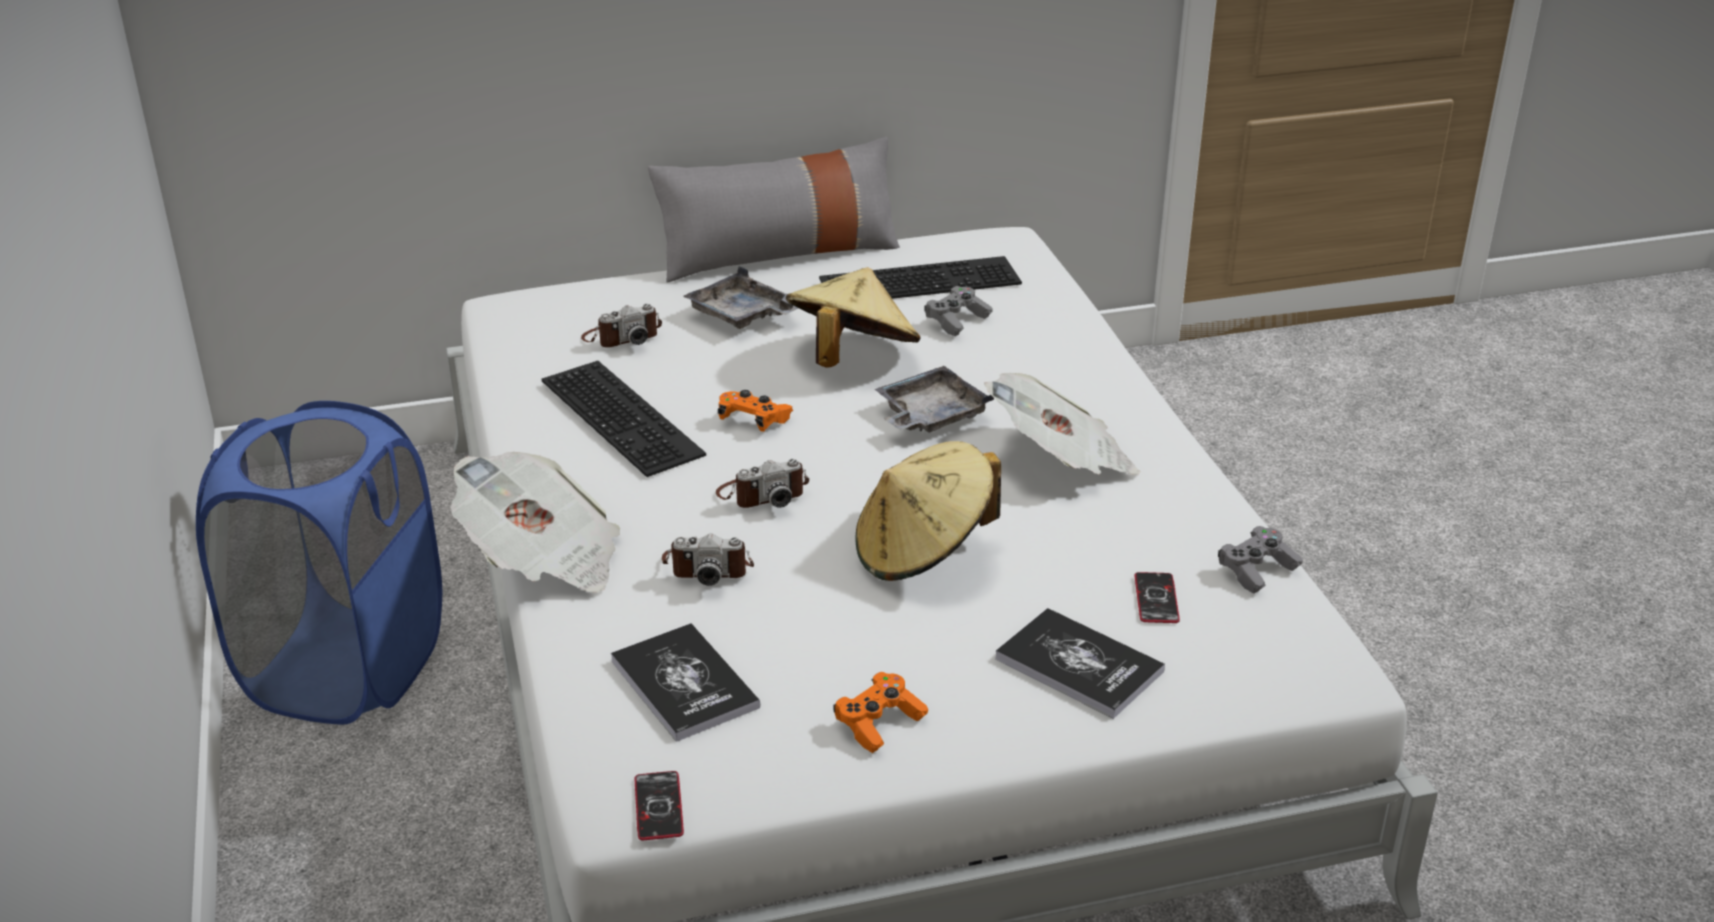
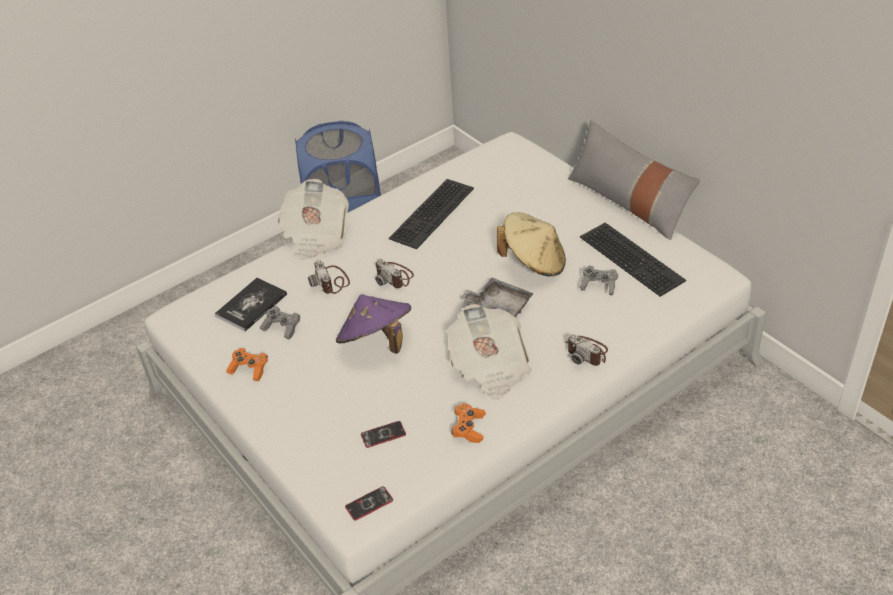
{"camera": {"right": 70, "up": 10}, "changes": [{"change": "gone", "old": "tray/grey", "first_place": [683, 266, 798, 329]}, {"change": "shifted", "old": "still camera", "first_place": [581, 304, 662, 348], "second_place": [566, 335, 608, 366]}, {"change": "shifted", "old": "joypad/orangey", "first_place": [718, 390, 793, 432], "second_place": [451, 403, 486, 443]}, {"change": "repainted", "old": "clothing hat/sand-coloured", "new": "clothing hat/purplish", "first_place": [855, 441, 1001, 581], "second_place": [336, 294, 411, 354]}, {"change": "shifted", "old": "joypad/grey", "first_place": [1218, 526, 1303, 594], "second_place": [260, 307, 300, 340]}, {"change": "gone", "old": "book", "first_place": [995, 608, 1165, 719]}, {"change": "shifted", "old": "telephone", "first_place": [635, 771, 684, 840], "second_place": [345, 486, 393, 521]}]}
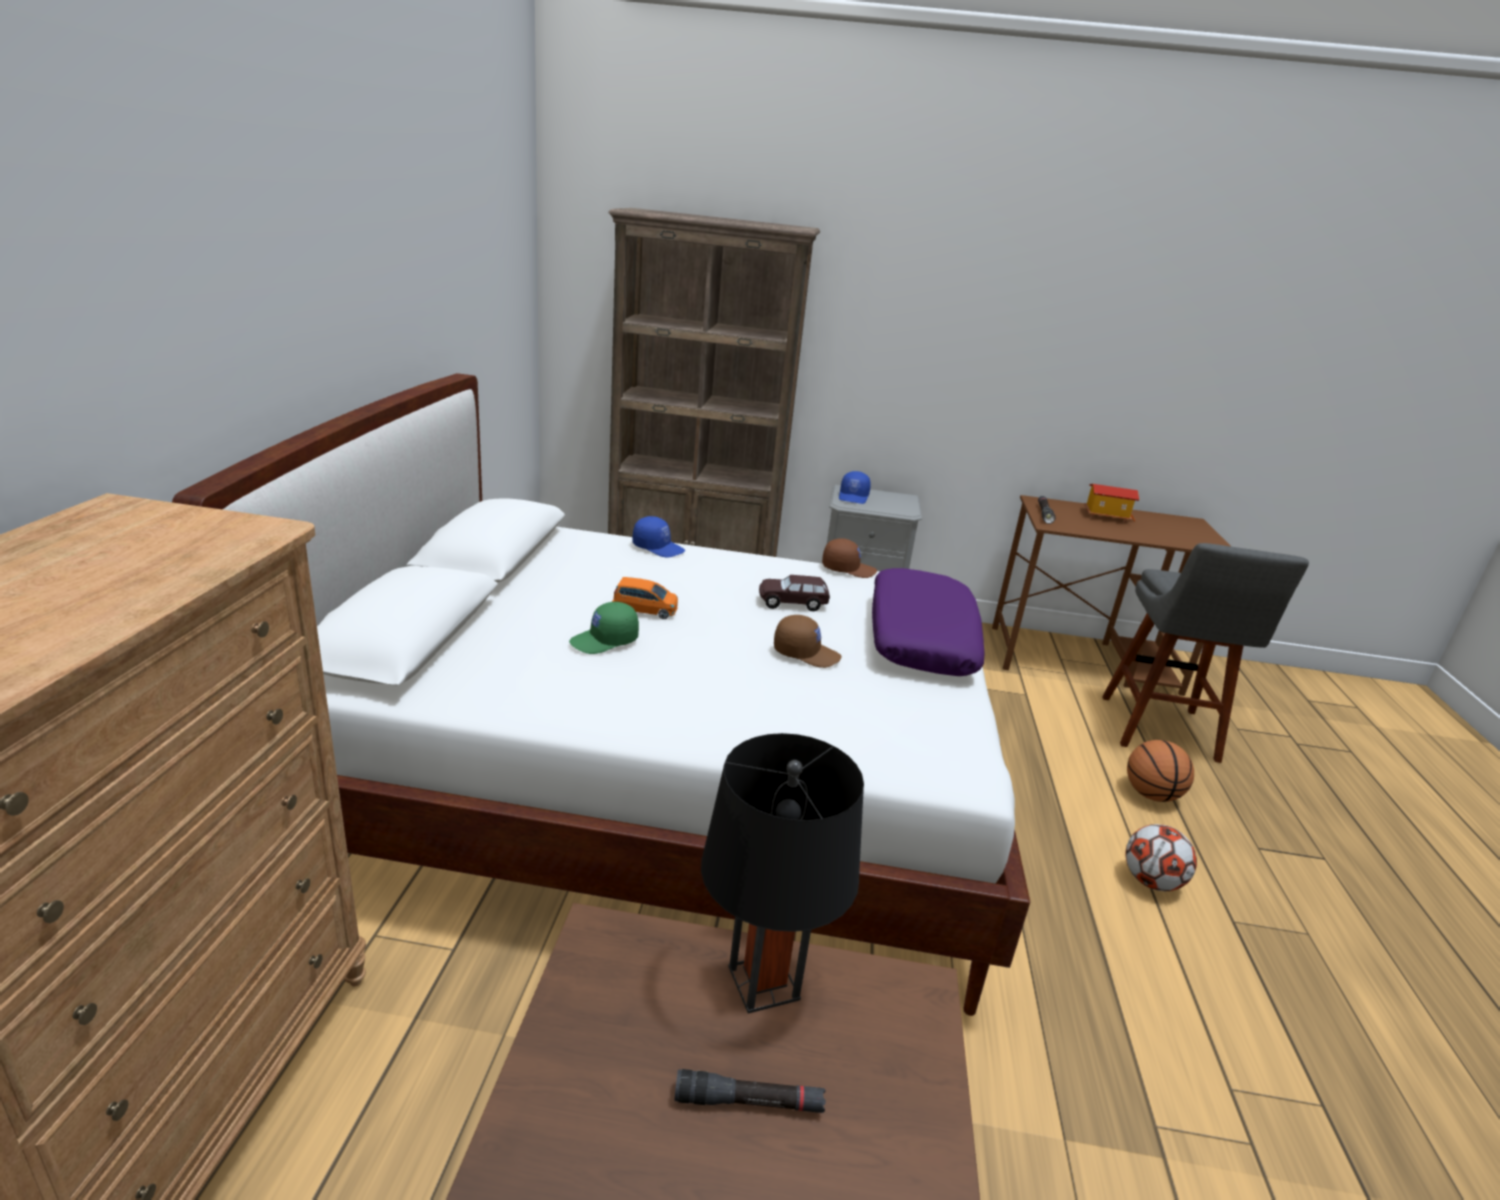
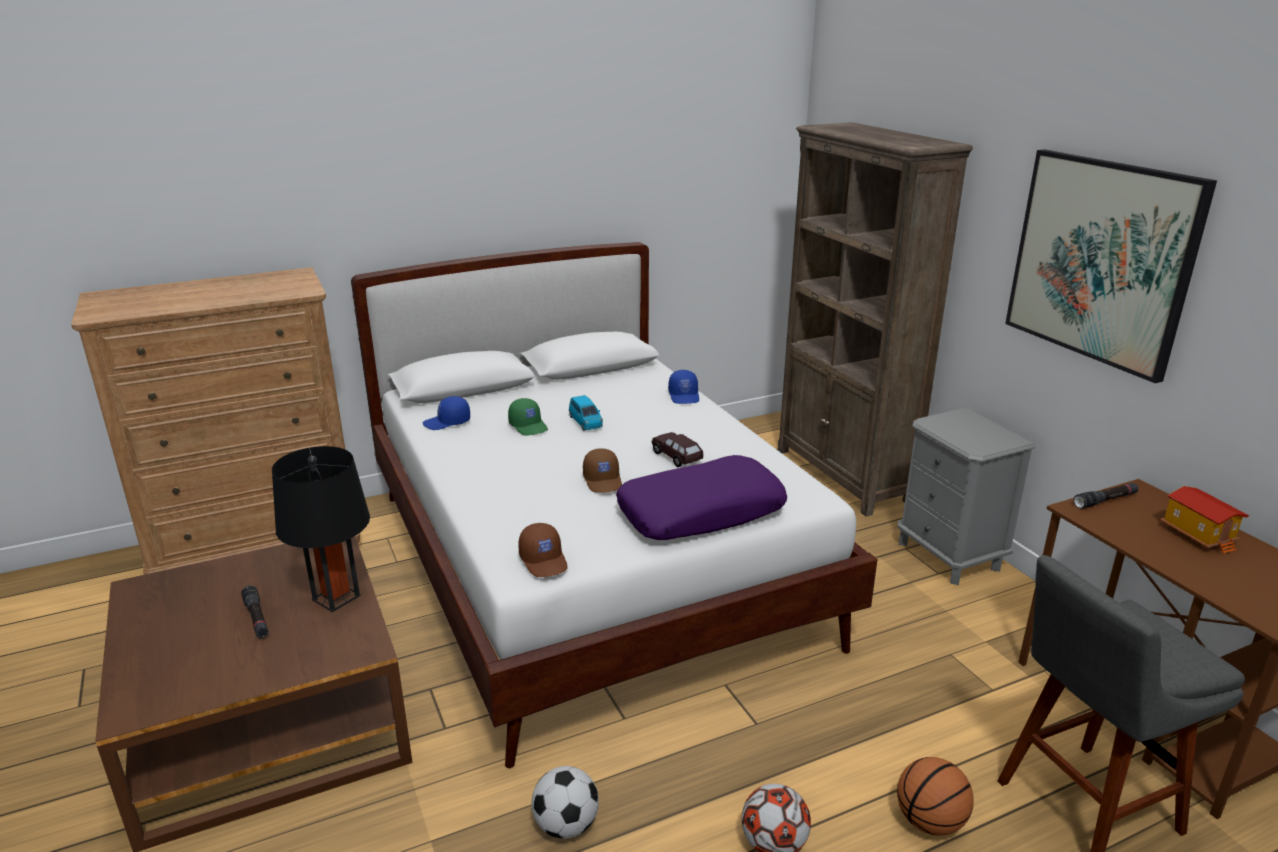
{"camera": {"right": 60, "up": 0}, "changes": [{"change": "shifted", "old": "baseball cap/blue", "first_place": [839, 471, 871, 504], "second_place": [423, 396, 470, 430]}, {"change": "shifted", "old": "baseball cap/brownish", "first_place": [822, 538, 877, 578], "second_place": [518, 523, 568, 577]}, {"change": "repainted", "old": "miniature car/orangey", "new": "miniature car/blue", "first_place": [612, 577, 678, 619], "second_place": [569, 395, 603, 431]}, {"change": "rotated", "old": "baseball cap/green-coloured", "first_place": [569, 602, 639, 654], "second_place": [508, 398, 548, 436], "degrees": -150}, {"change": "new", "new": "wall picture", "second_place": [1005, 149, 1217, 383]}, {"change": "new", "new": "ball for football", "second_place": [532, 766, 599, 839]}]}
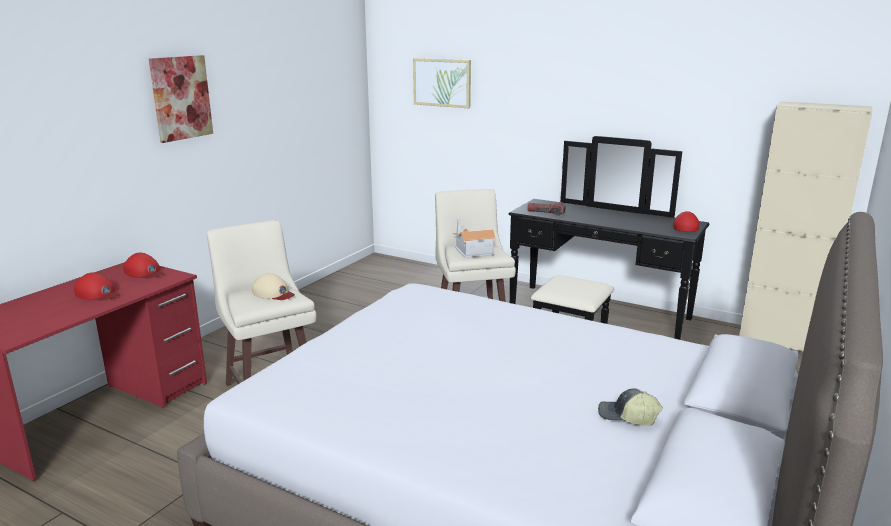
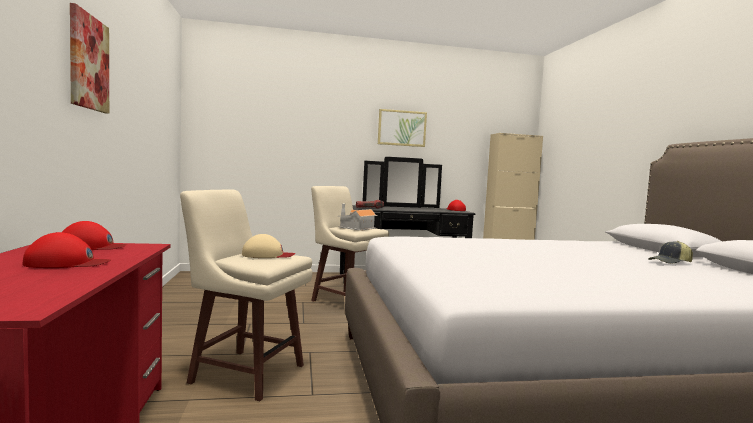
{"camera": {"right": -40, "up": -15}, "changes": [{"change": "shifted", "old": "wall picture", "first_place": [413, 58, 471, 108], "second_place": [378, 109, 427, 147]}]}
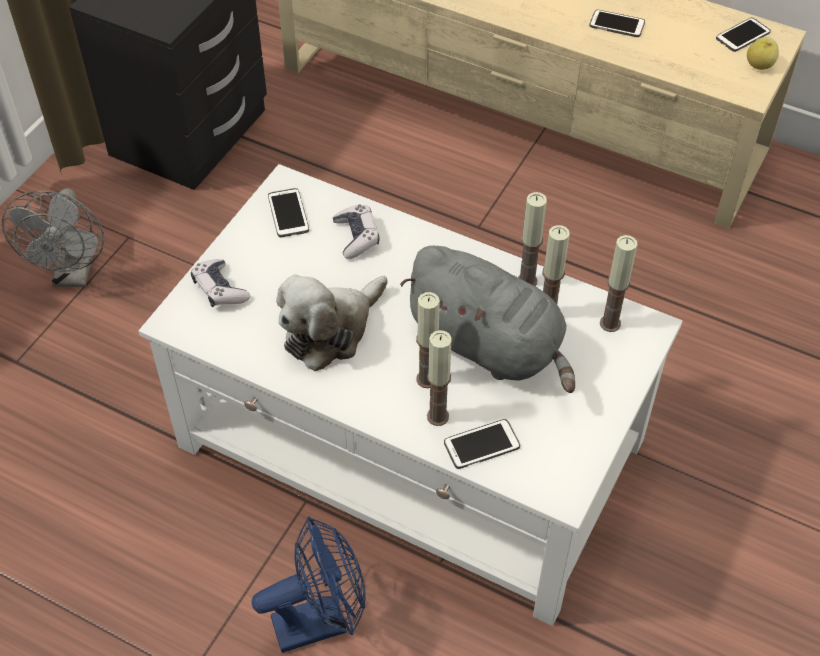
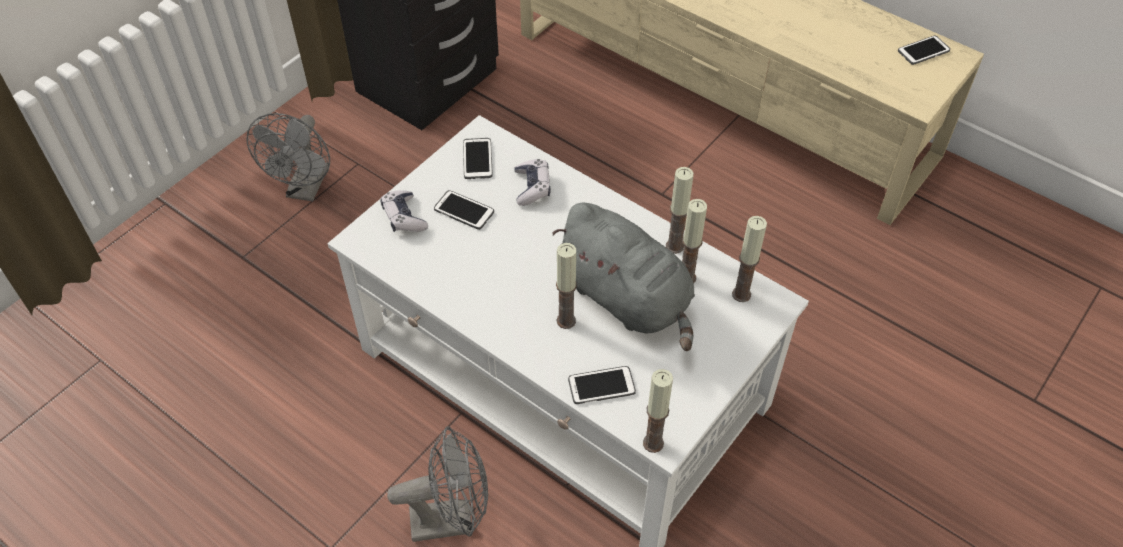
{"camera": {"right": 10, "up": 0}, "changes": [{"change": "shifted", "old": "telephone", "first_place": [589, 9, 645, 37], "second_place": [434, 190, 494, 230]}, {"change": "gone", "old": "whole apple", "first_place": [747, 37, 779, 70]}, {"change": "gone", "old": "soft toy", "first_place": [276, 275, 388, 371]}, {"change": "shifted", "old": "wax light", "first_place": [427, 330, 452, 426], "second_place": [643, 369, 673, 453]}, {"change": "repainted", "old": "cooling fan/blue", "new": "cooling fan/grey", "first_place": [252, 517, 366, 653], "second_place": [387, 427, 488, 542]}]}
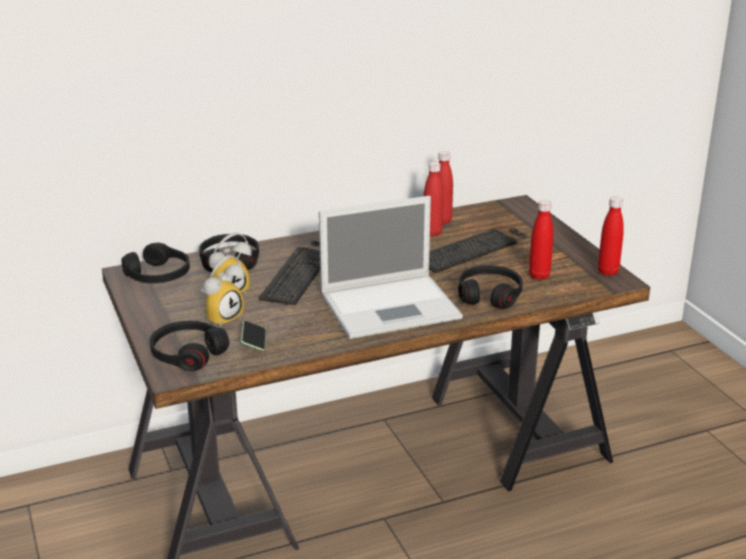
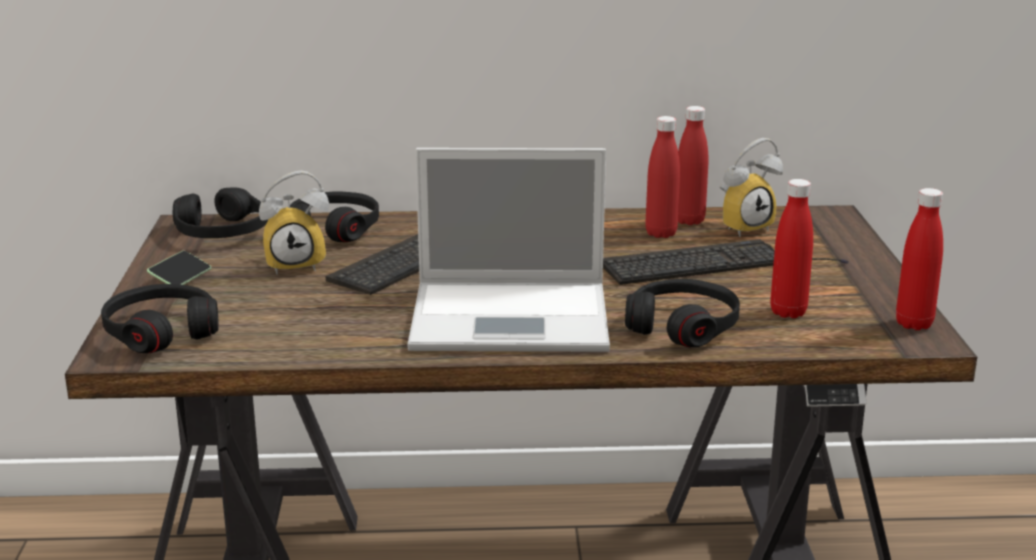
{"camera": {"right": 20, "up": -5}, "changes": [{"change": "shifted", "old": "alarm clock", "first_place": [200, 255, 245, 328], "second_place": [720, 138, 783, 237]}, {"change": "shifted", "old": "telephone", "first_place": [241, 321, 266, 351], "second_place": [147, 251, 211, 285]}]}
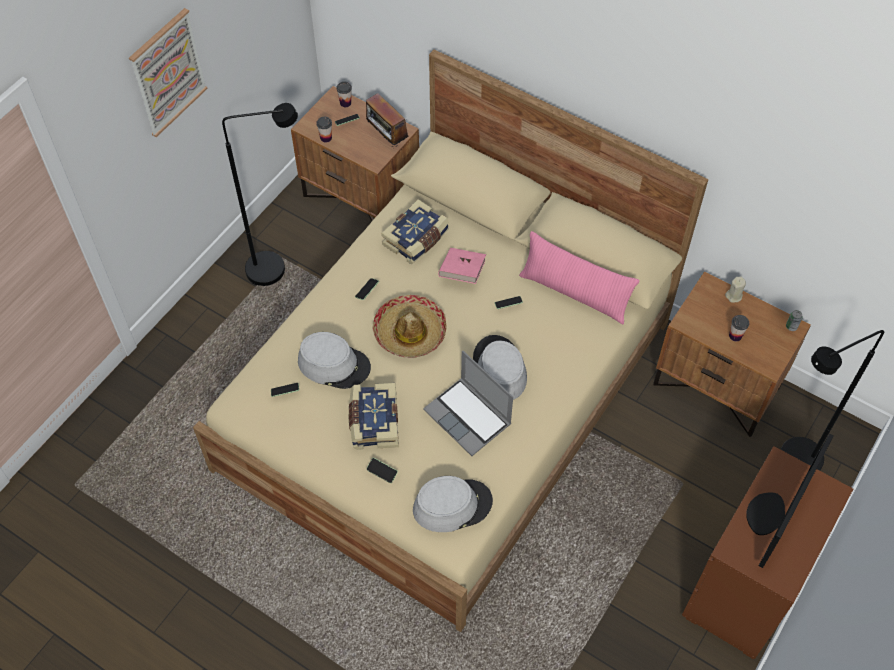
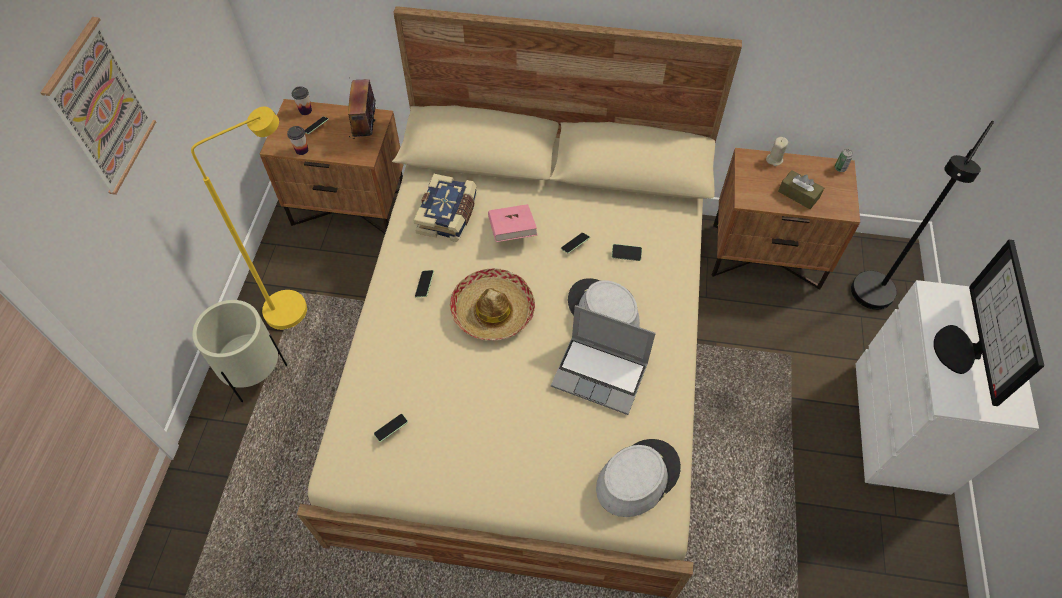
{"camera": {"right": -25, "up": 0}, "changes": [{"change": "rotated", "old": "radio set", "first_place": [366, 93, 408, 147], "second_place": [348, 79, 379, 139], "degrees": 60}, {"change": "repainted", "old": "standard lamp/black-coloured", "new": "standard lamp/yellowish", "first_place": [222, 103, 298, 286], "second_place": [191, 107, 307, 330]}, {"change": "gone", "old": "throw pillow/pink-coloured", "first_place": [519, 231, 639, 324]}, {"change": "swapped", "old": "drinking cup", "new": "tissue box/brownish", "first_place": [729, 315, 749, 341], "second_place": [778, 170, 824, 209]}, {"change": "gone", "old": "clothing hat/grey", "first_place": [298, 332, 371, 389]}, {"change": "gone", "old": "book", "first_place": [349, 383, 399, 450]}, {"change": "repainted", "old": "chest of drawers/brownish", "new": "chest of drawers/whitish", "first_place": [682, 446, 853, 659], "second_place": [856, 280, 1039, 495]}, {"change": "shifted", "old": "telephone", "first_place": [367, 458, 398, 483], "second_place": [612, 244, 642, 261]}, {"change": "new", "new": "planter/sand-coloured", "second_place": [192, 300, 287, 402]}]}
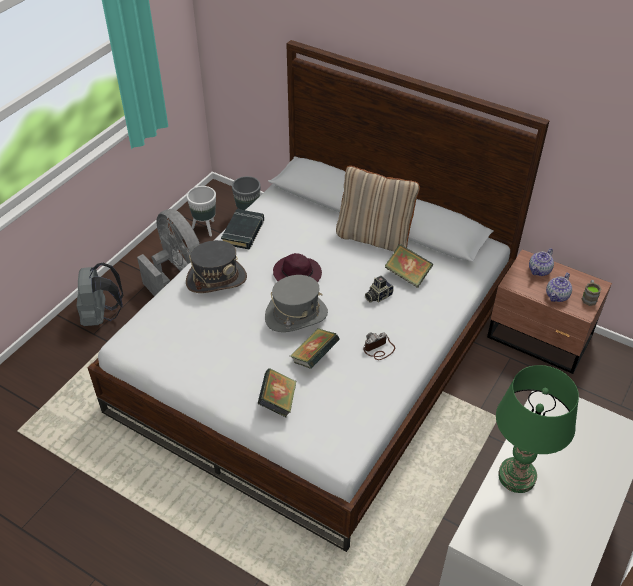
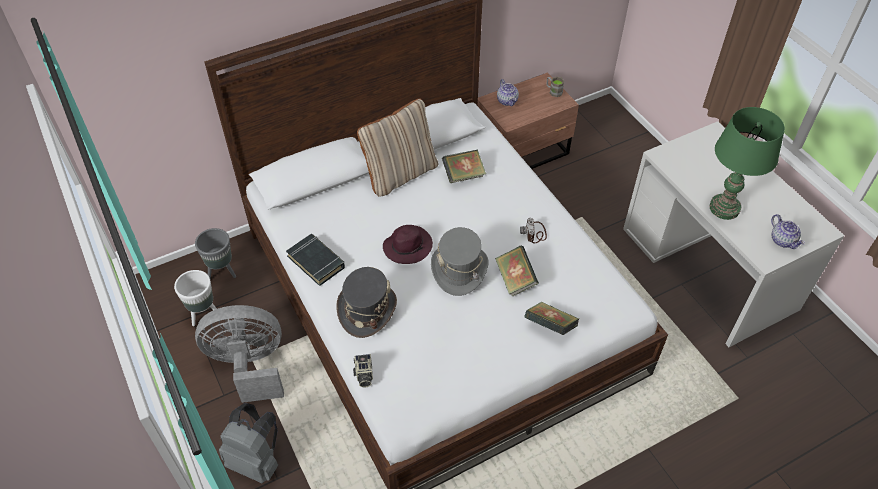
{"camera": {"right": -60, "up": 5}, "changes": [{"change": "shifted", "old": "pot for tea", "first_place": [546, 273, 572, 302], "second_place": [771, 214, 805, 249]}, {"change": "shifted", "old": "still camera", "first_place": [365, 276, 394, 303], "second_place": [353, 354, 373, 388]}]}
